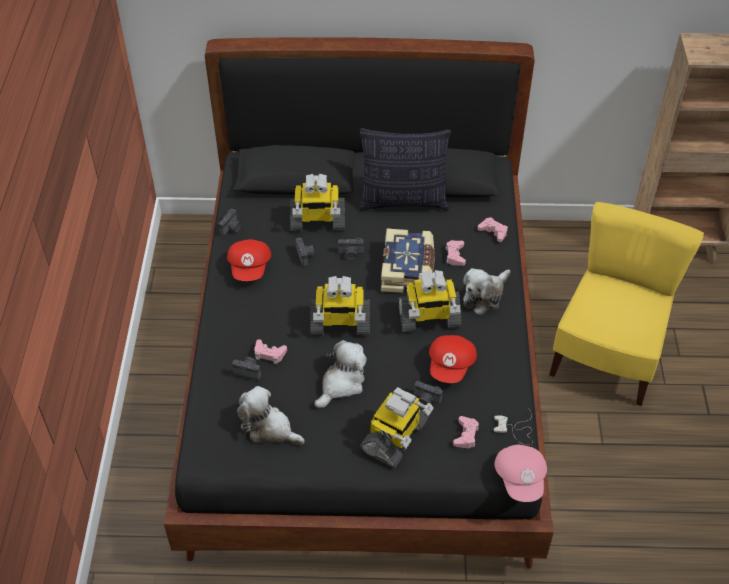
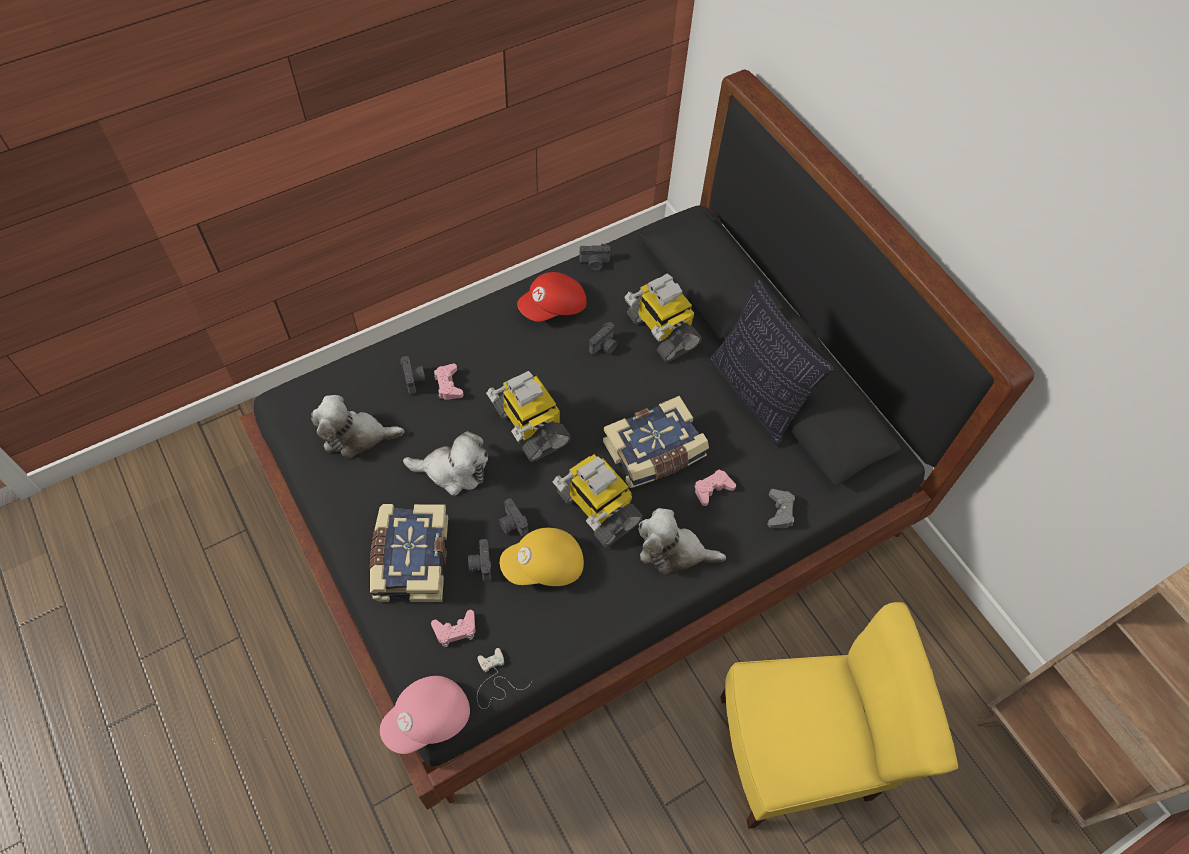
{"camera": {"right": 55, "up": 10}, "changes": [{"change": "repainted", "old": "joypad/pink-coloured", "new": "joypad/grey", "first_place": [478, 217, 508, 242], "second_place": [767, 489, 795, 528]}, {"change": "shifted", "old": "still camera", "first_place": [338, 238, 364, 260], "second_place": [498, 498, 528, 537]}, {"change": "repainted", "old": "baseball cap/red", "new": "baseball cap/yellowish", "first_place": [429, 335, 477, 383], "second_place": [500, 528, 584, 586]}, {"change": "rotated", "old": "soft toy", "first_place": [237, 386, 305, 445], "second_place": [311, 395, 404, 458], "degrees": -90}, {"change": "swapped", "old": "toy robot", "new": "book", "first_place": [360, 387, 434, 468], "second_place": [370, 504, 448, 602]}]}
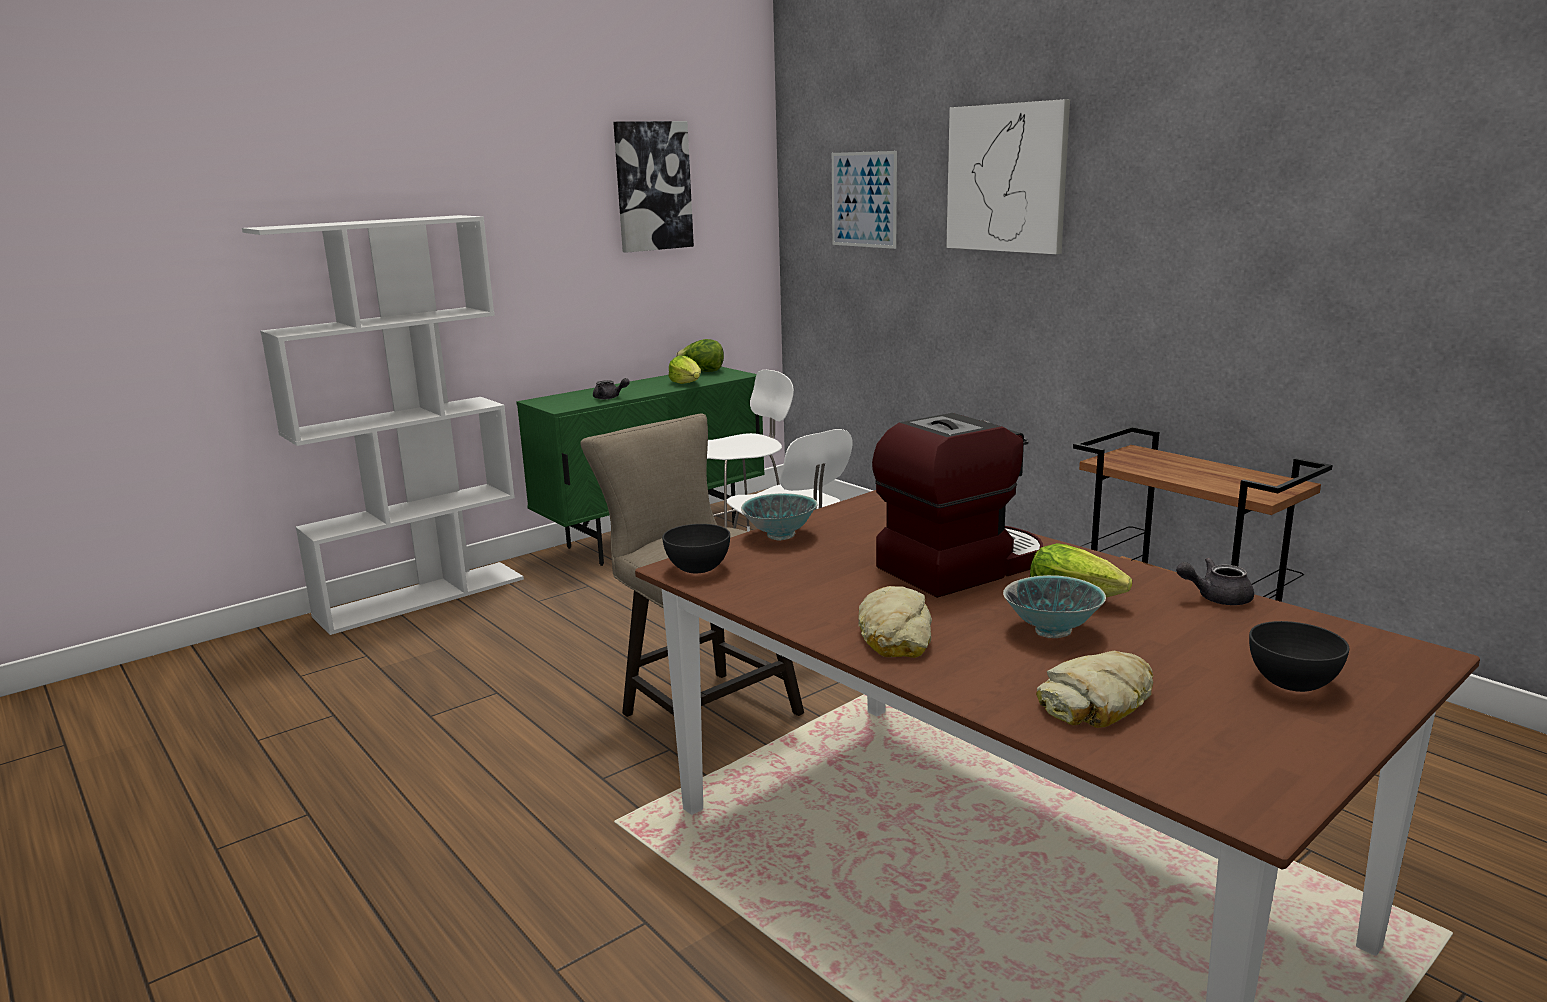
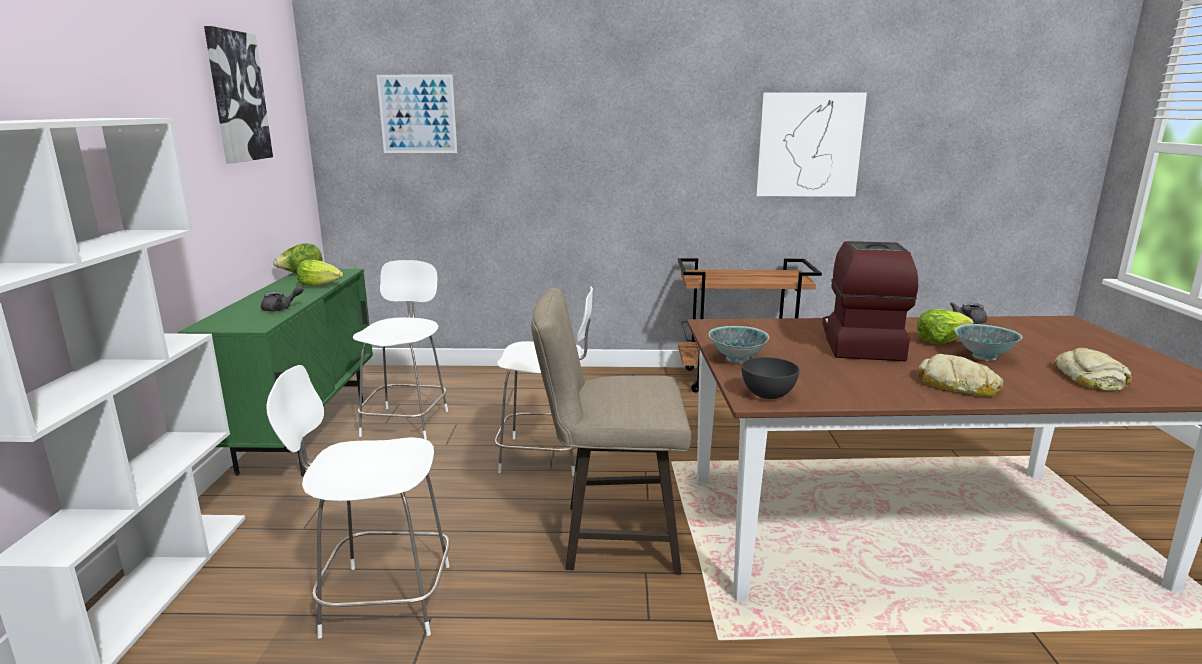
{"camera": {"right": -50, "up": 0}, "changes": [{"change": "shifted", "old": "wall picture", "first_place": [946, 99, 1070, 254], "second_place": [755, 92, 867, 197]}, {"change": "gone", "old": "bowl/grey", "first_place": [1249, 621, 1349, 692]}, {"change": "new", "new": "chair/whitish", "second_place": [266, 365, 450, 639]}]}
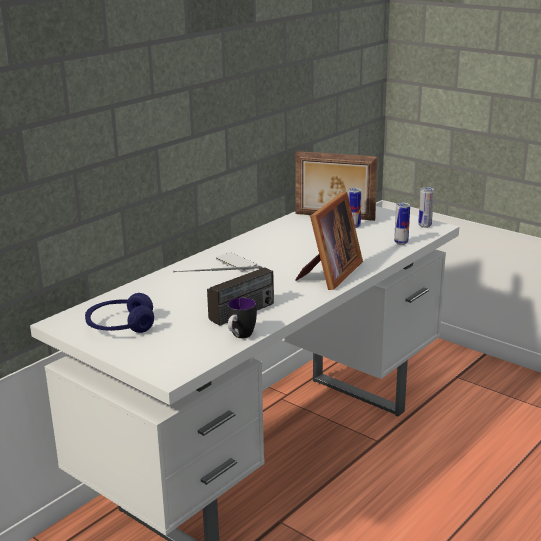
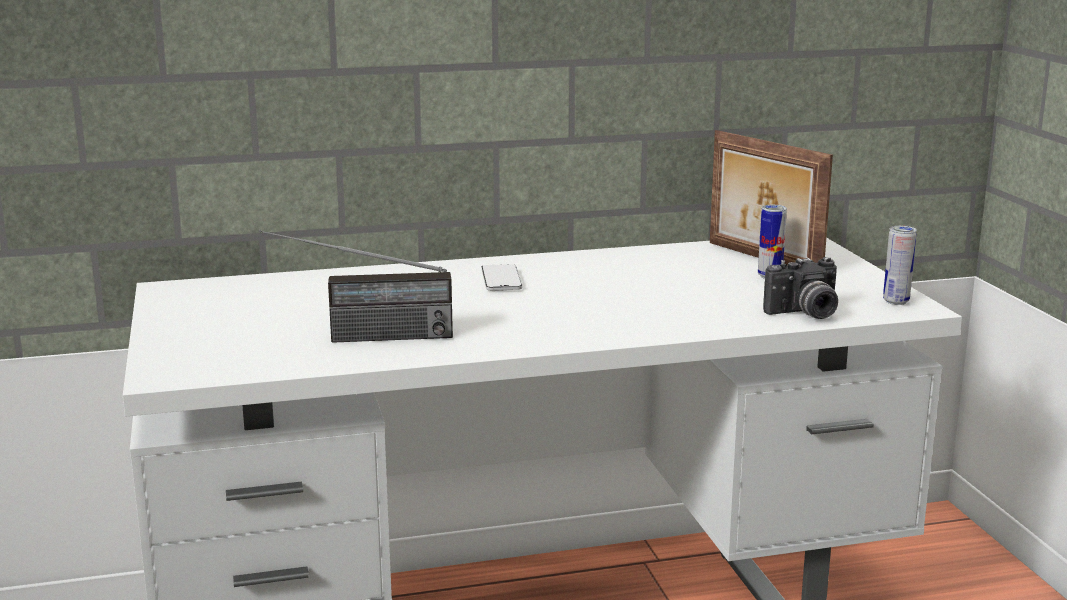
{"camera": {"right": 35, "up": -5}, "changes": [{"change": "gone", "old": "photo frame", "first_place": [295, 192, 363, 290]}, {"change": "swapped", "old": "can", "new": "still camera", "first_place": [394, 202, 410, 245], "second_place": [763, 257, 838, 319]}, {"change": "gone", "old": "pair of headphones/blue", "first_place": [85, 293, 154, 333]}, {"change": "gone", "old": "coffee mug", "first_place": [227, 298, 257, 338]}]}
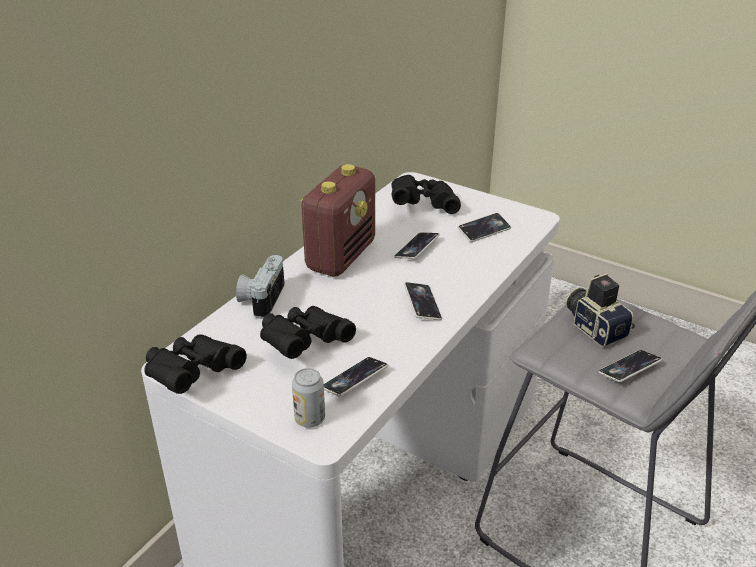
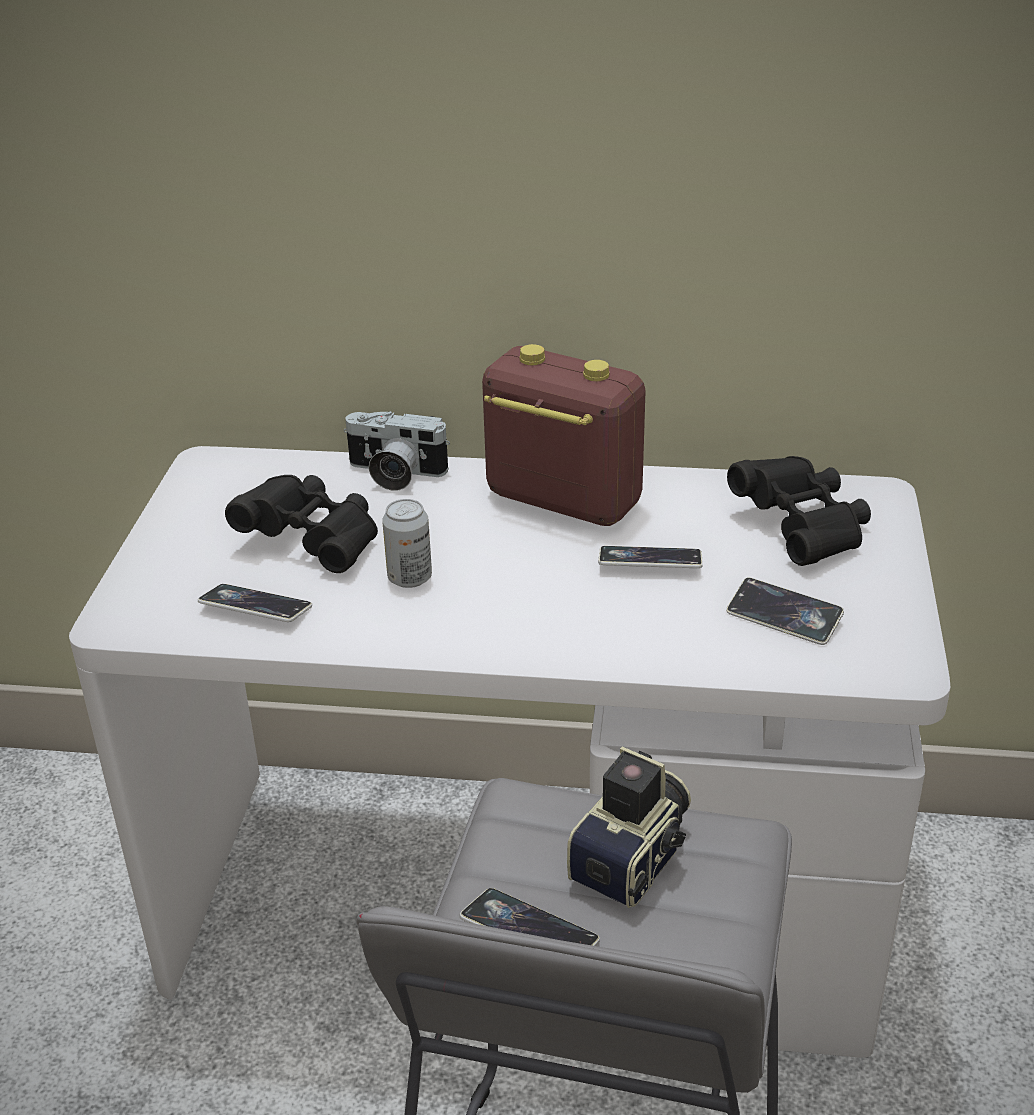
{"camera": {"right": 65, "up": 0}, "changes": [{"change": "rotated", "old": "radio set", "first_place": [301, 164, 375, 276], "second_place": [482, 344, 646, 526], "degrees": -150}, {"change": "rotated", "old": "still camera", "first_place": [236, 255, 285, 319], "second_place": [344, 411, 450, 491], "degrees": -150}, {"change": "gone", "old": "telephone", "first_place": [404, 282, 442, 320]}, {"change": "gone", "old": "pair of binoculars/black-coloured", "first_place": [144, 334, 247, 394]}, {"change": "shifted", "old": "can", "first_place": [292, 368, 325, 427], "second_place": [382, 499, 432, 588]}]}
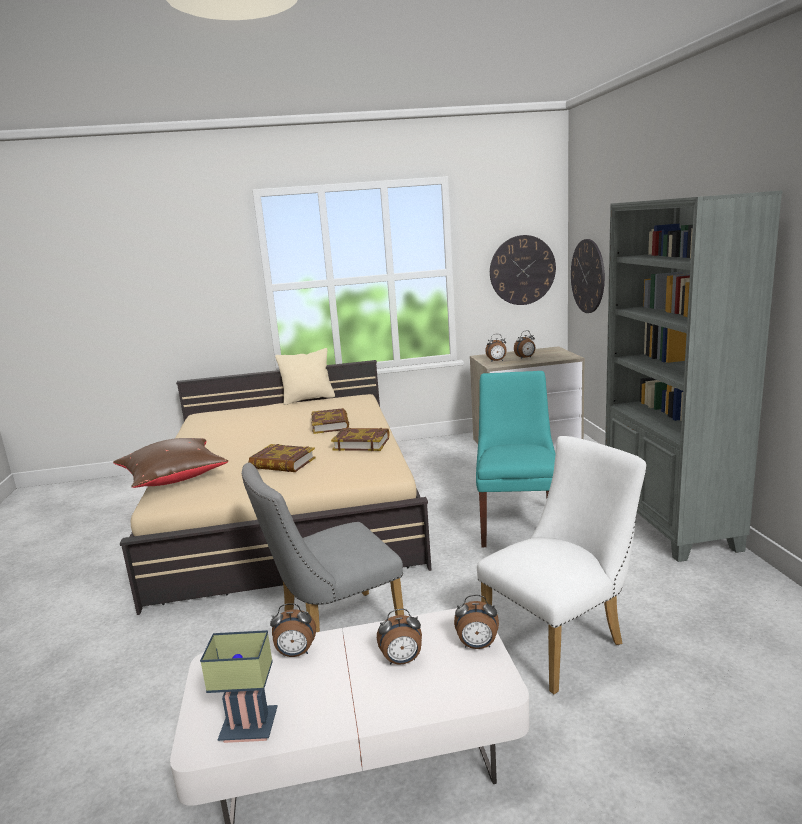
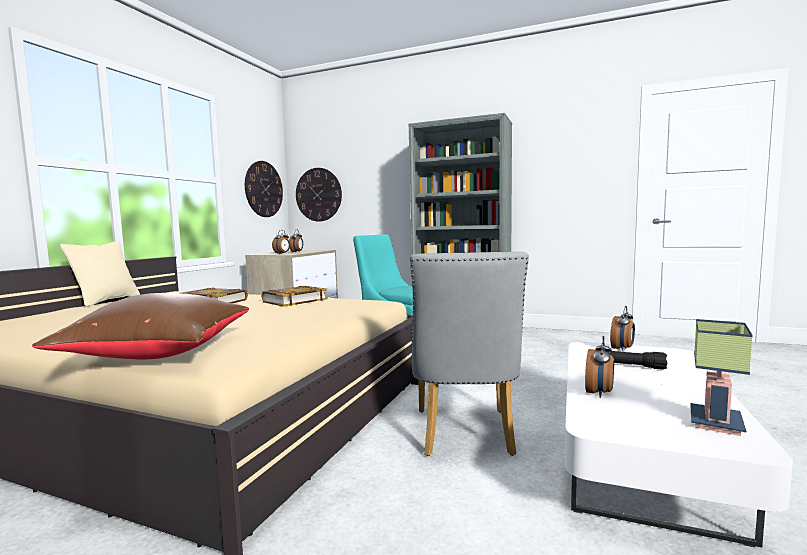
{"camera": {"right": -60, "up": -10}, "changes": [{"change": "gone", "old": "chair/whitish", "first_place": [477, 436, 647, 694]}, {"change": "gone", "old": "book", "first_place": [248, 444, 316, 472]}, {"change": "swapped", "old": "alarm clock", "new": "hand torch/black-coloured", "first_place": [377, 609, 422, 665], "second_place": [608, 351, 668, 370]}]}
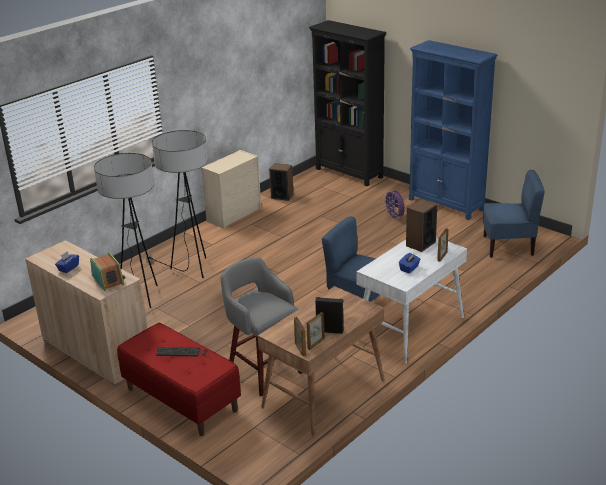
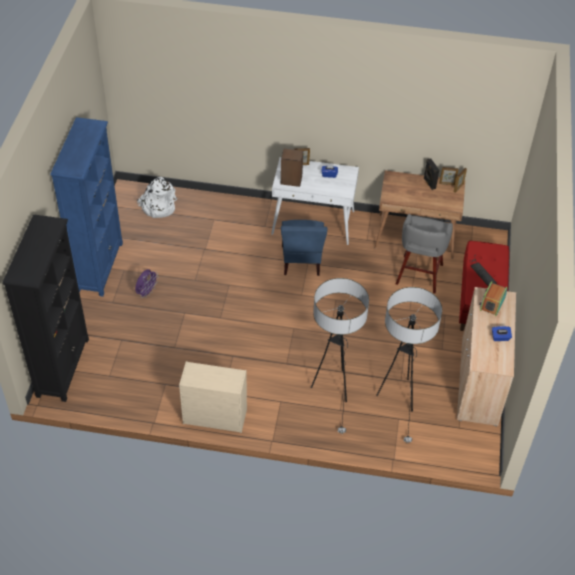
{"camera": {"right": -125, "up": 20}, "changes": [{"change": "gone", "old": "loudspeaker", "first_place": [269, 163, 293, 201]}, {"change": "swapped", "old": "chair/blue", "new": "rucksack/whitish", "first_place": [483, 170, 545, 258], "second_place": [137, 177, 177, 218]}]}
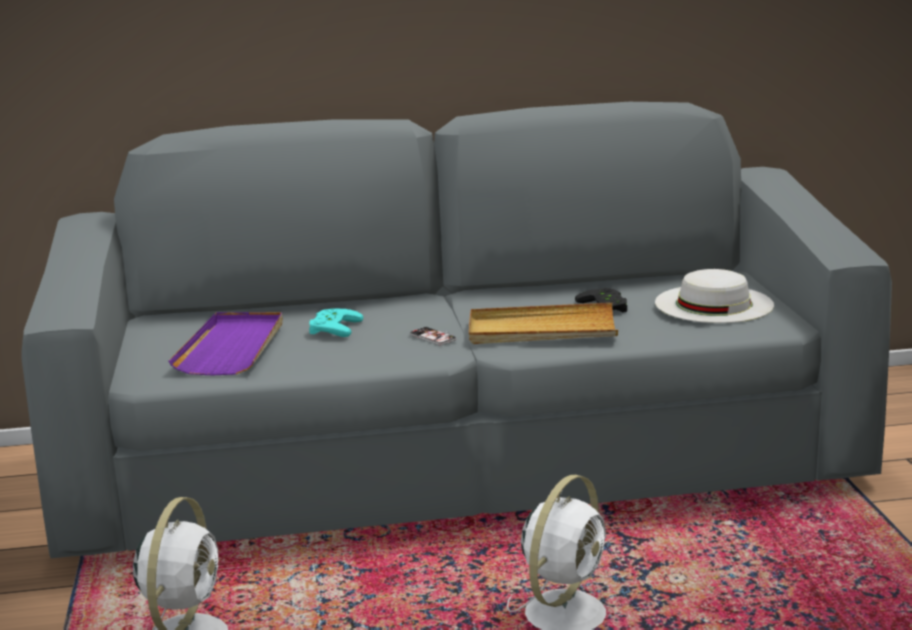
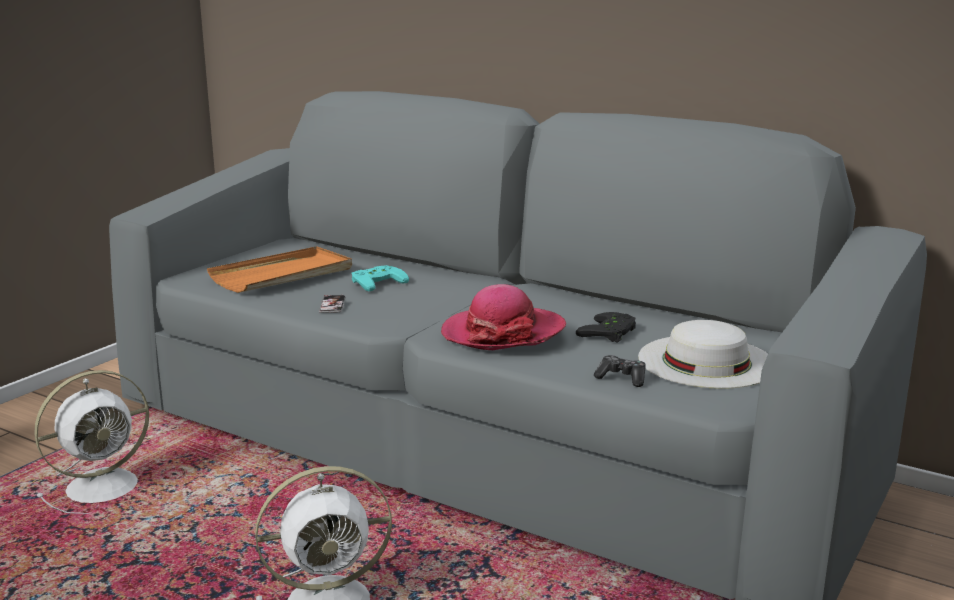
{"camera": {"right": 40, "up": 0}, "changes": [{"change": "swapped", "old": "tray/sand-coloured", "new": "clothing hat", "first_place": [469, 303, 618, 344], "second_place": [441, 284, 566, 350]}, {"change": "repainted", "old": "tray/purplish", "new": "tray/orangey", "first_place": [169, 312, 283, 375], "second_place": [207, 246, 352, 293]}, {"change": "shifted", "old": "telephone", "first_place": [409, 326, 457, 345], "second_place": [319, 295, 346, 313]}, {"change": "new", "new": "joypad", "second_place": [594, 355, 646, 387]}]}
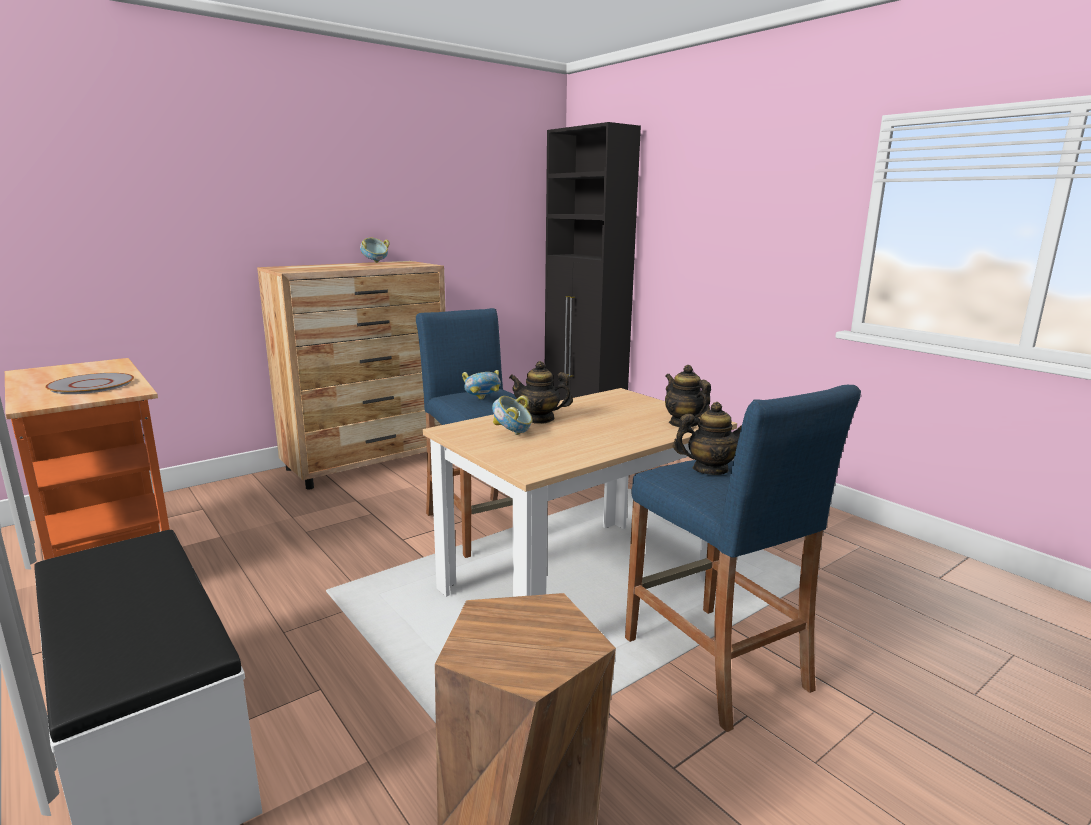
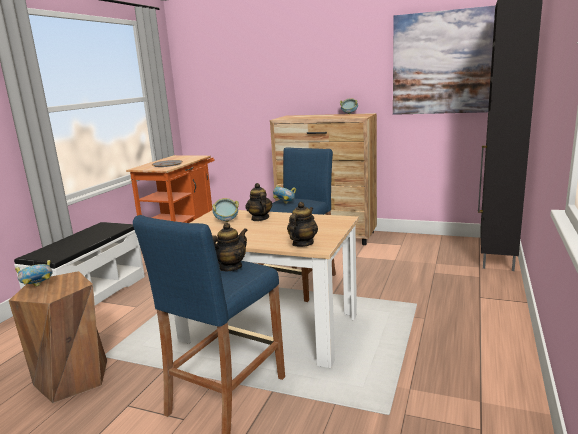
{"camera": {"right": 60, "up": 0}, "changes": [{"change": "rotated", "old": "pot for tea", "first_place": [673, 402, 742, 475], "second_place": [212, 222, 248, 271], "degrees": -105}, {"change": "new", "new": "wall picture", "second_place": [393, 5, 496, 115]}, {"change": "new", "new": "bowl", "second_place": [15, 260, 53, 286]}]}
